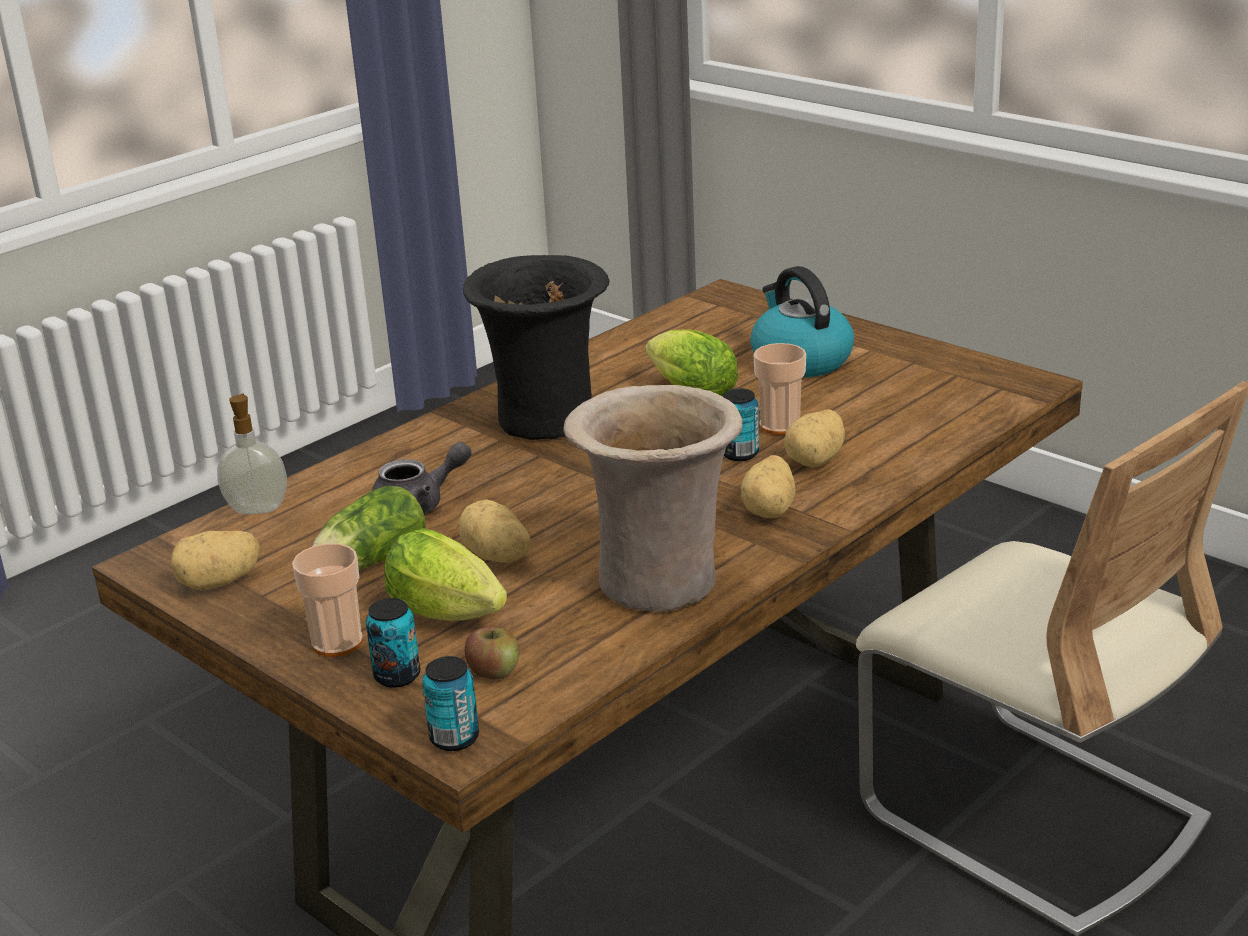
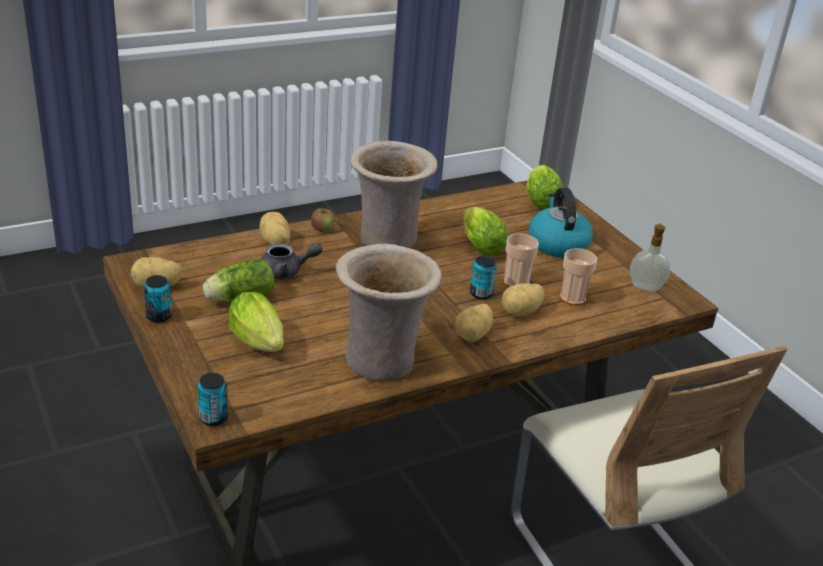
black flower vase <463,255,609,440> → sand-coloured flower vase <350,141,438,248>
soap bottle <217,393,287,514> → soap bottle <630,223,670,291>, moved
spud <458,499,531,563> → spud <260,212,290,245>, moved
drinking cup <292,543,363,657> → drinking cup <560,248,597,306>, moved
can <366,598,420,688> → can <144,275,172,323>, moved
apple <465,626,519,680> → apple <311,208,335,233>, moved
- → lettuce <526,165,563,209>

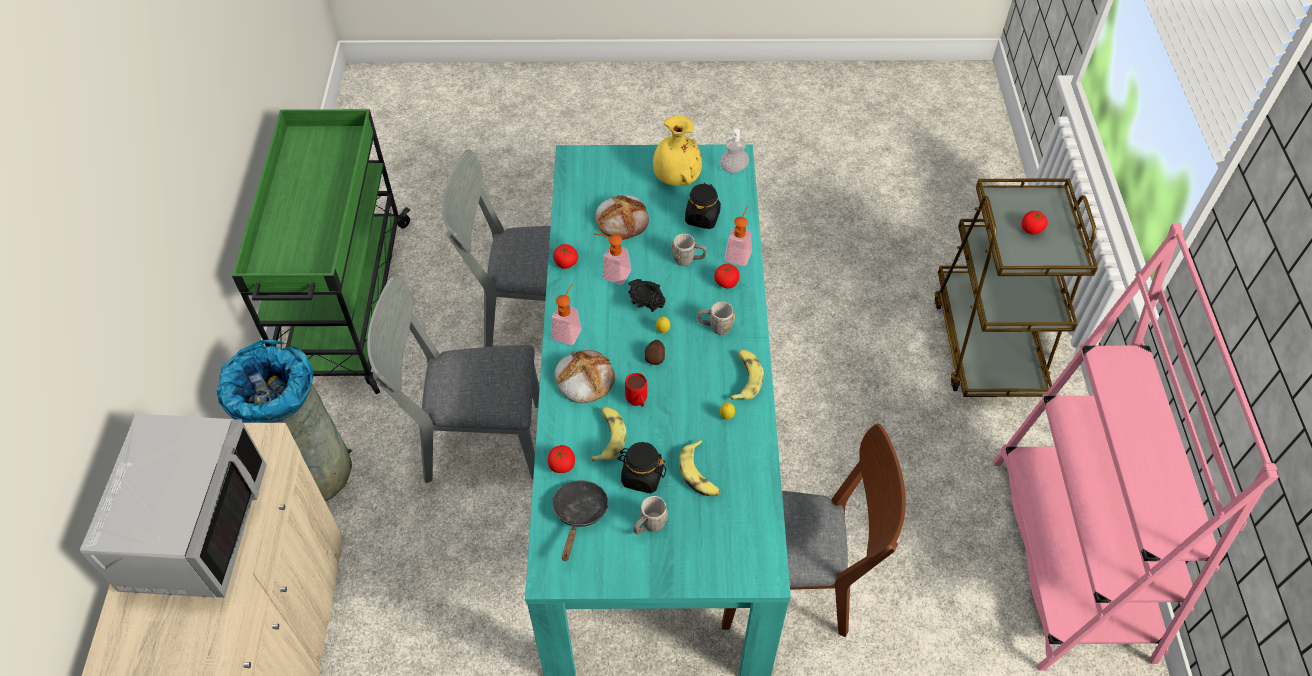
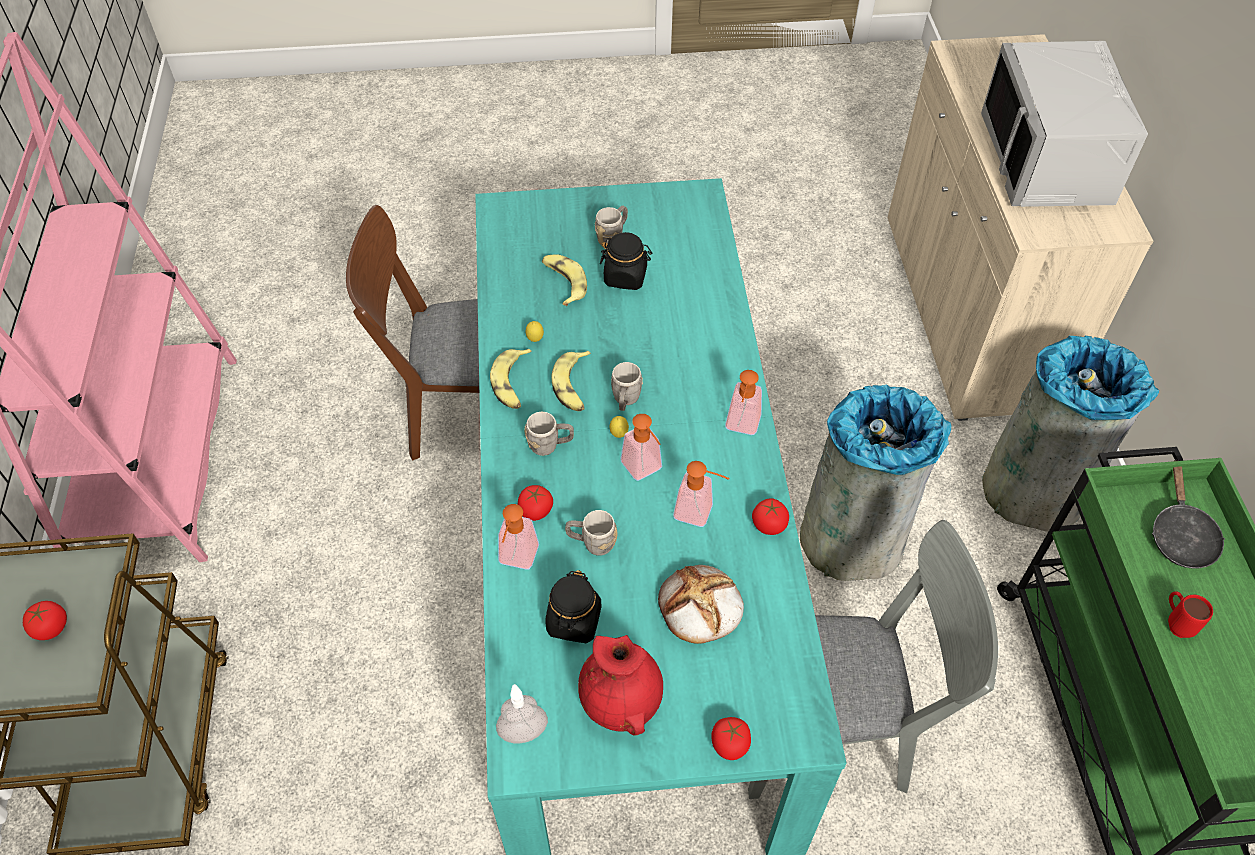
yellow-coloured flower vase <653,115,702,186> → reddish flower vase <578,635,663,736>
gray chair <367,275,540,483> → gray rubbish bin <800,384,951,581>
black bowl <628,279,665,312> → soap bottle <621,414,662,481>
spud <645,340,665,365> → gray mug <611,362,643,411>
bakery bread <554,350,615,403> → -
reddish mug <625,373,647,407> → reddish mug <1168,591,1213,638>, moved
whole banana <590,407,626,461> → whole banana <551,351,591,411>, moved
whole tomato <548,445,575,473> → whole tomato <711,717,751,760>, moved
black skillet <552,480,609,561> → black skillet <1152,459,1225,569>, moved

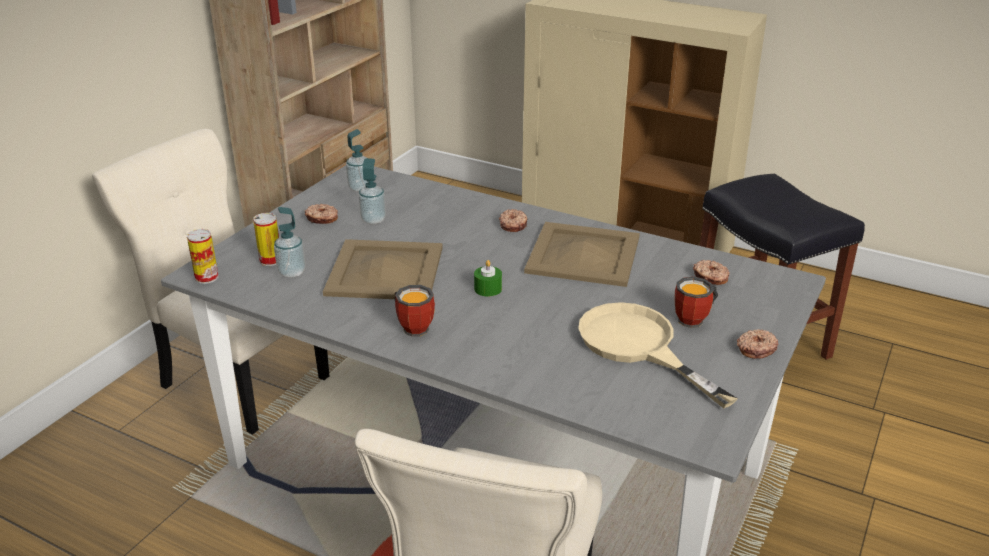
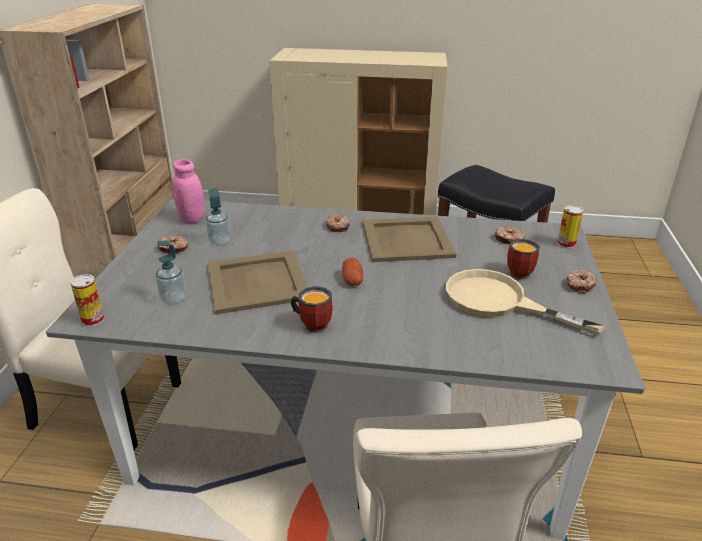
soap bottle <346,129,368,192> → pink-coloured preserve jar <173,159,204,223>
can <253,213,279,266> → can <557,205,584,248>, moved
greenish wax light <474,260,502,297> → spud <342,258,363,286>

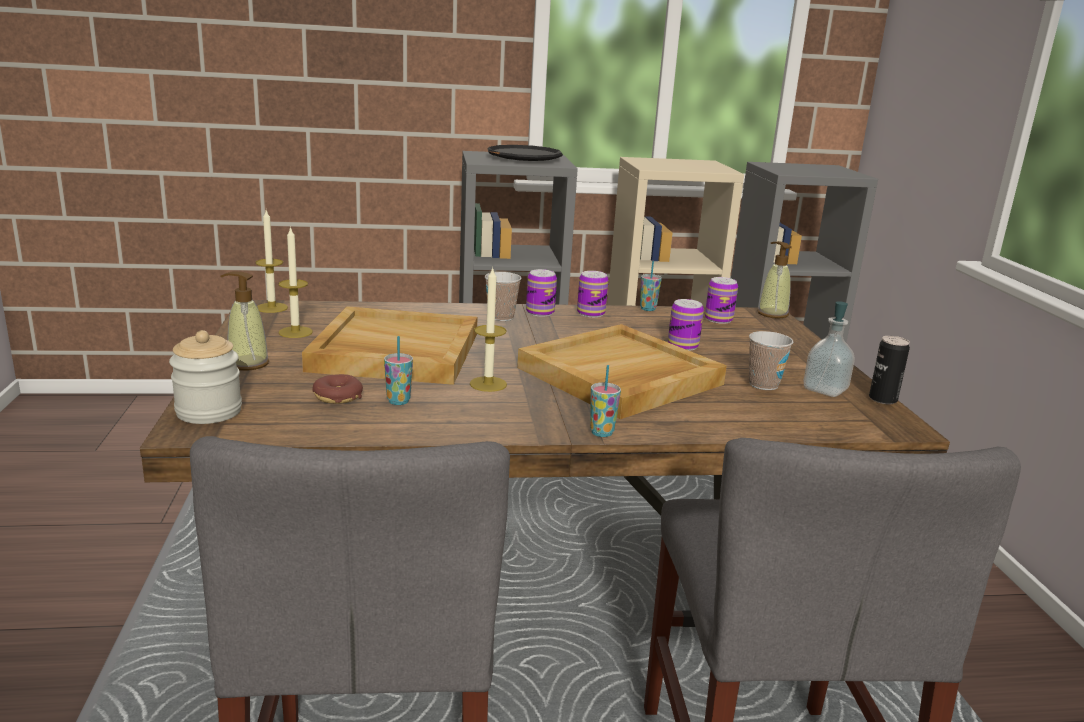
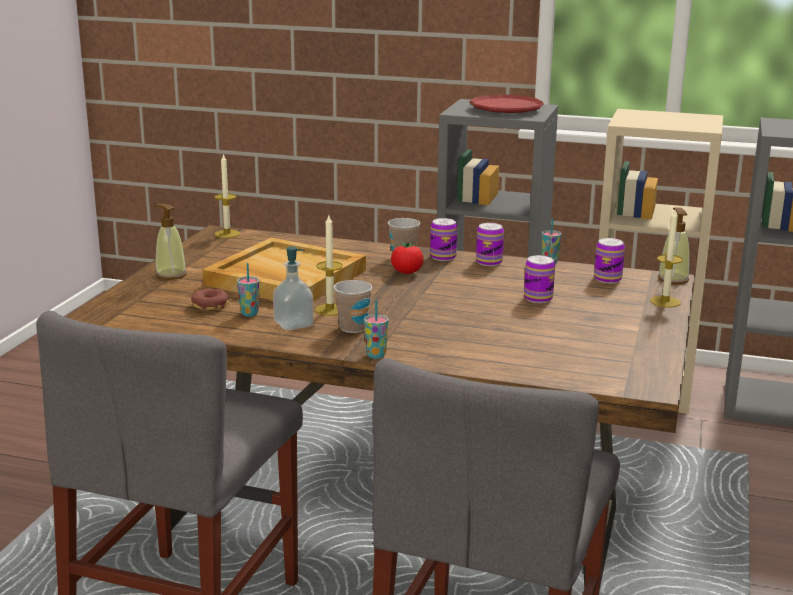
black plate <488,145,563,161> → reddish plate <469,95,544,113>
wax light <278,226,313,338> → wax light <650,210,683,308>, moved
soap bottle <803,301,855,397> → soap bottle <273,247,314,331>, moved
sand-coloured carrying tray <517,324,727,419> → -
preserve jar <169,330,242,424> → -
drinking cup <749,331,793,390> → drinking cup <333,280,372,333>, moved
can <869,336,910,405> → -
- → whole tomato <391,242,423,274>

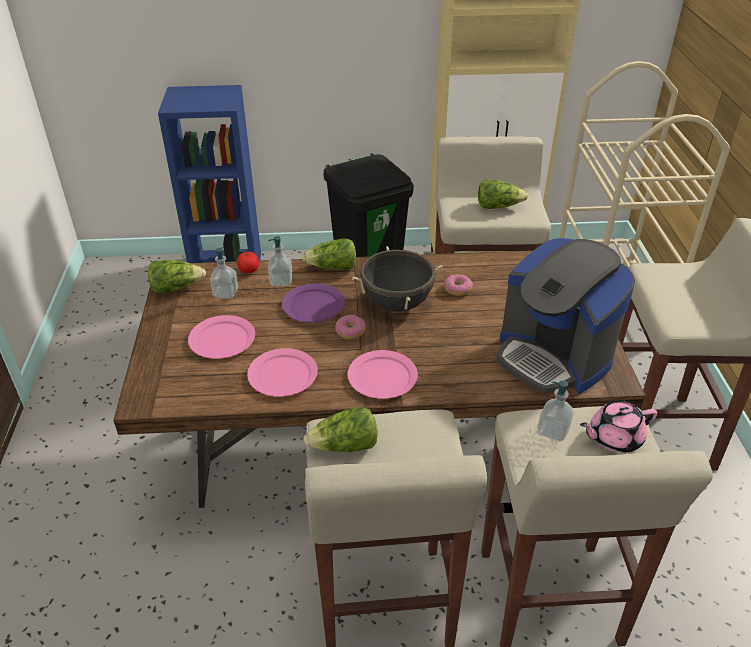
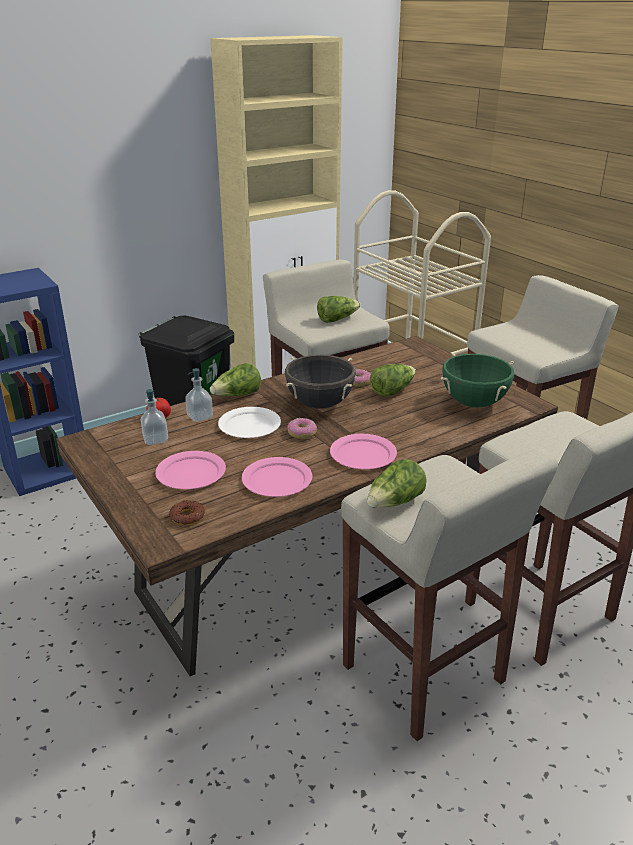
coffee brewer <497,238,635,394> → greenish cooking pot <441,353,514,408>
lettuce <148,260,206,293> → lettuce <370,364,416,397>, moved
purple-coloured plate <282,284,345,323> → whitish plate <218,407,281,438>
soap bottle <537,380,574,442> → -
pink-coloured tea pot <580,401,658,453> → -
- → donut <169,500,205,525>

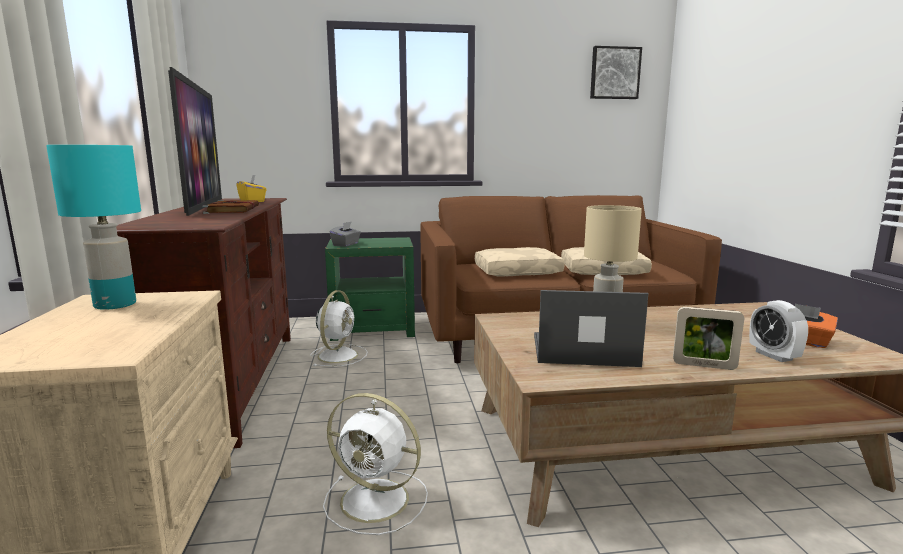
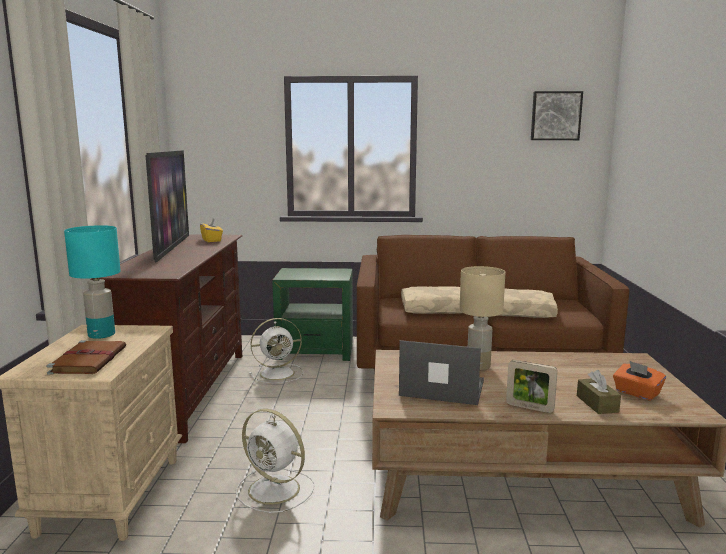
brown-coloured volume <202,200,259,214> → brown-coloured volume <46,340,126,374>, moved
gray tissue box <330,221,361,247> → -
whitish electric fan <311,290,368,366> → whitish electric fan <249,318,304,383>, 45 degrees clockwise
alarm clock <749,300,808,362> → brown-coloured tissue box <577,370,621,414>

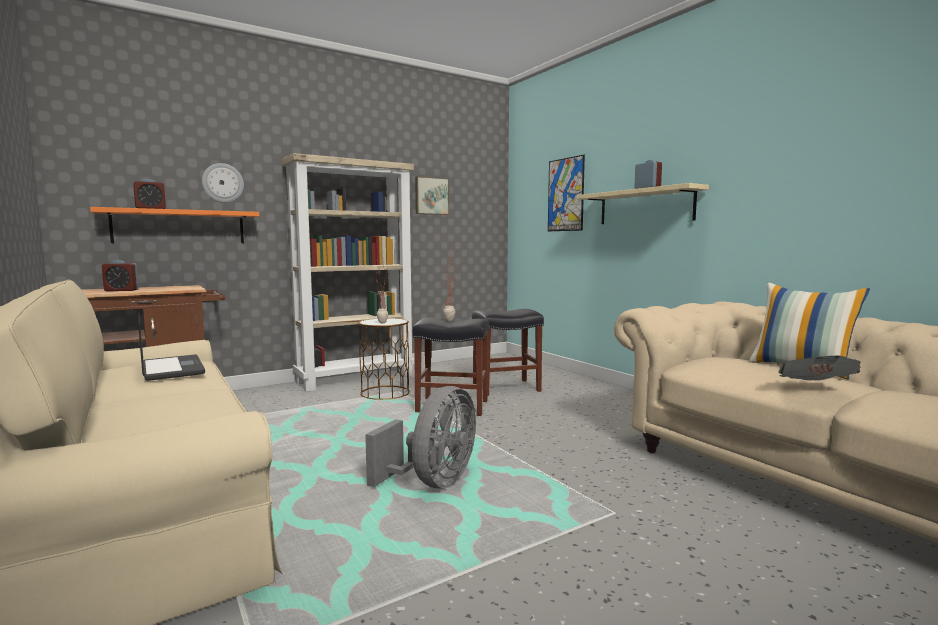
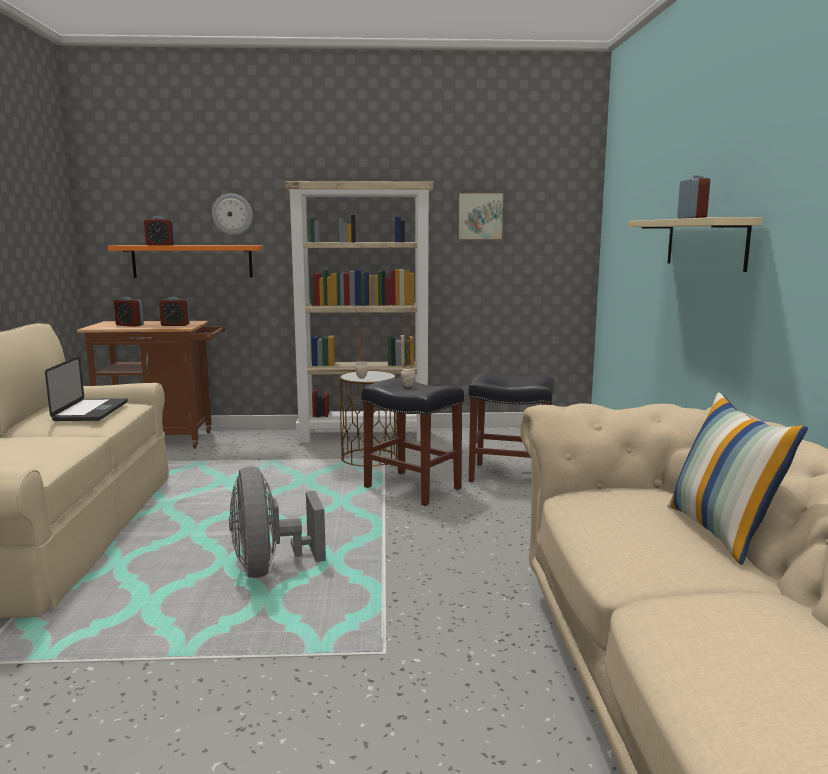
wall art <548,155,585,231> → -
printed paper <779,356,861,380> → -
gray electric fan <365,386,476,489> → gray electric fan <229,467,326,578>, 105 degrees clockwise
- → alarm clock <159,297,190,326>

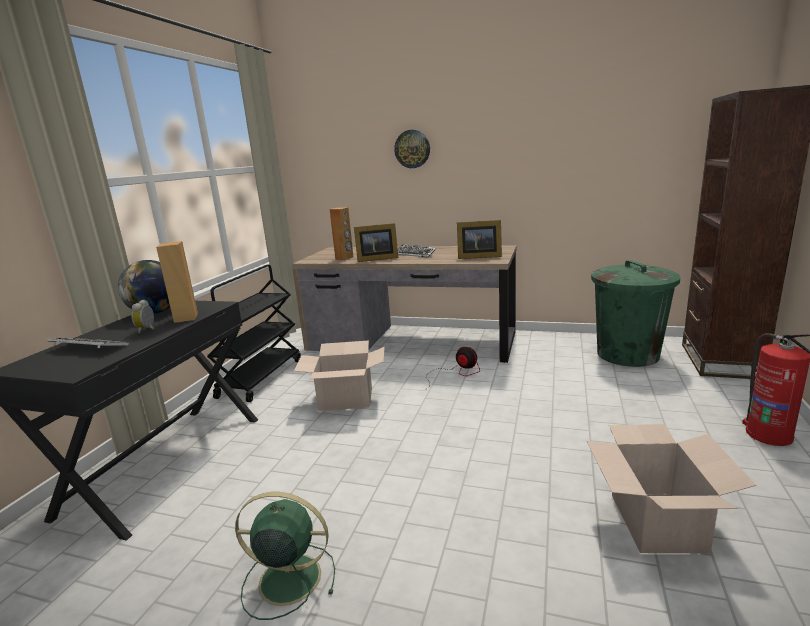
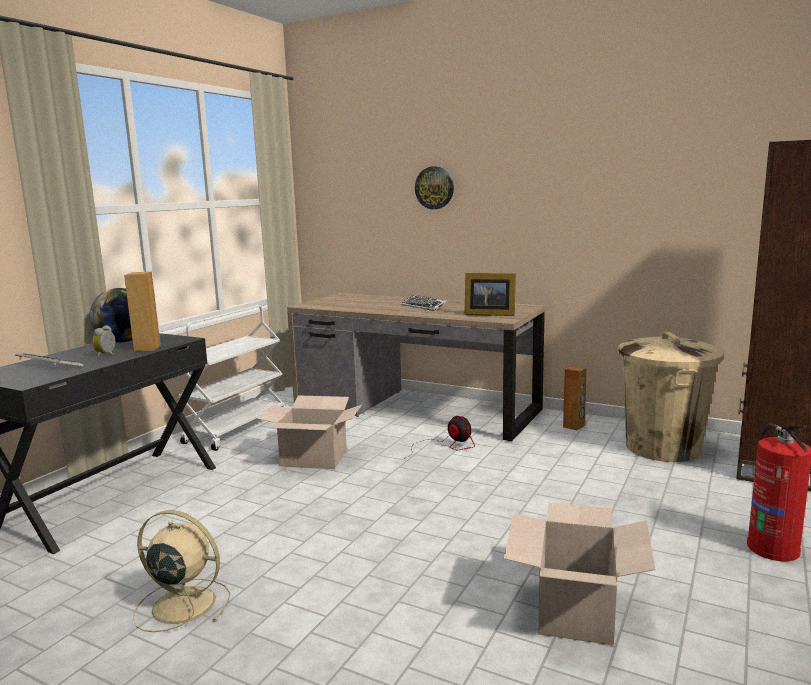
brown-coloured speaker <330,207,354,260> → brown-coloured speaker <563,365,587,431>, moved
picture frame <354,223,398,262> → -
greenish rubbish bin <591,260,681,367> → sand-coloured rubbish bin <618,332,724,462>
black cart <207,265,301,402> → whitish cart <178,305,285,451>
greenish electric fan <235,492,335,620> → sand-coloured electric fan <133,510,230,632>

